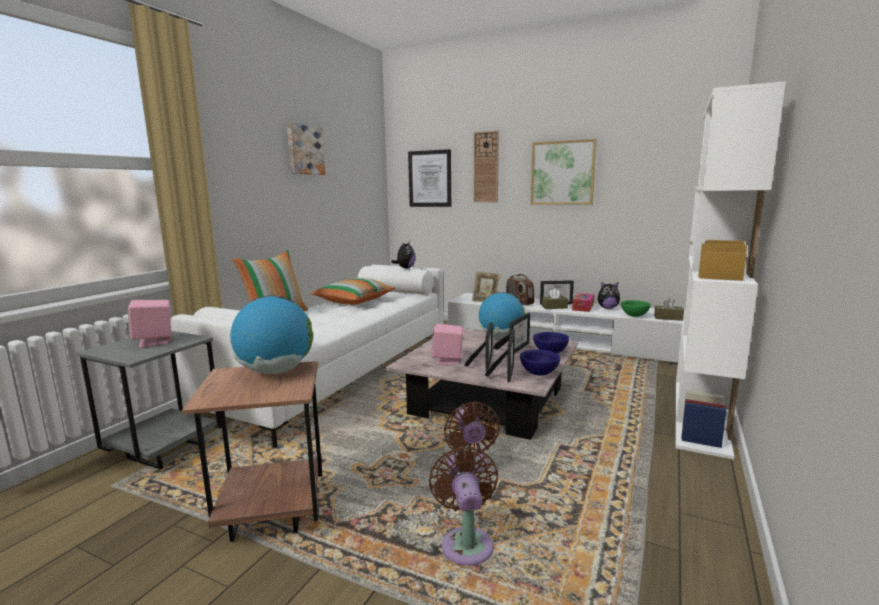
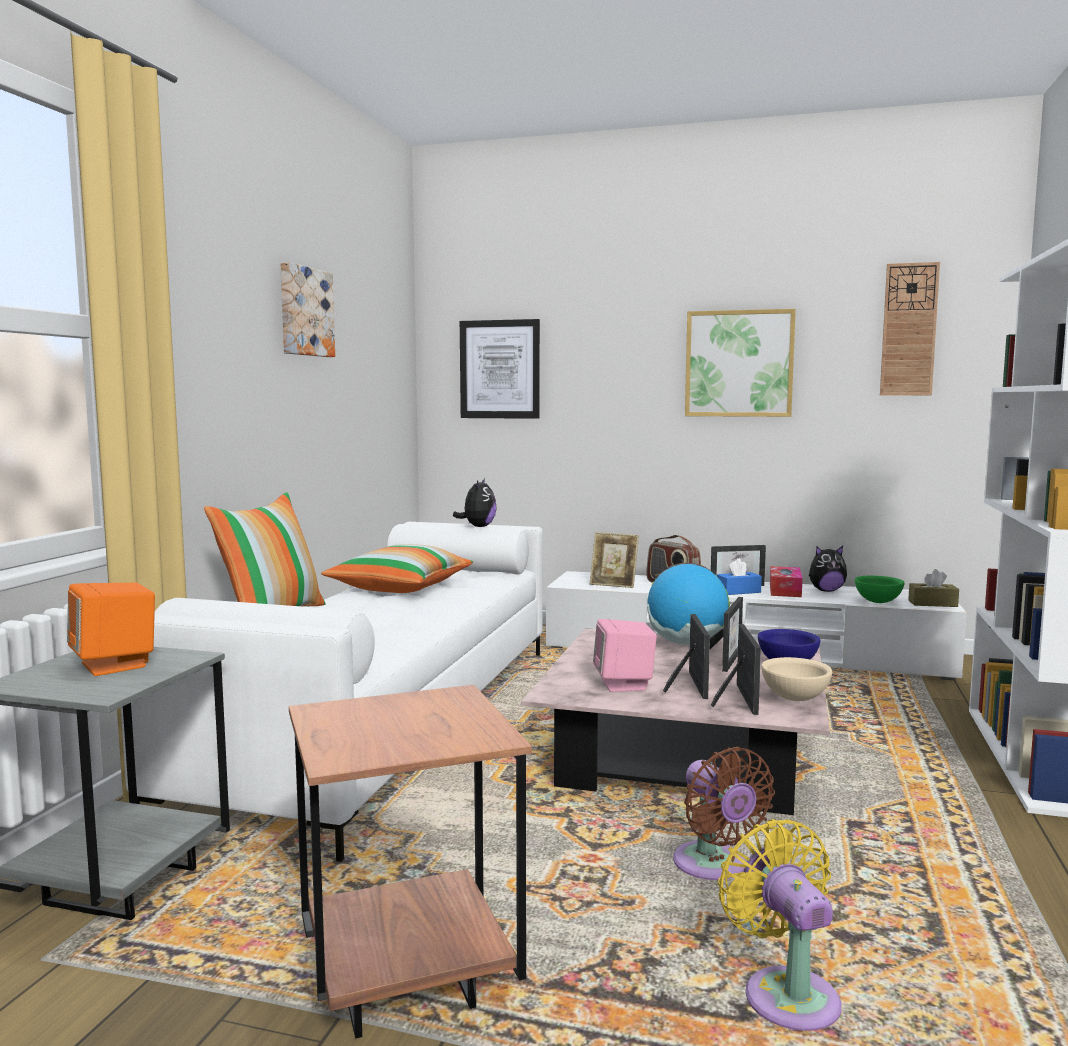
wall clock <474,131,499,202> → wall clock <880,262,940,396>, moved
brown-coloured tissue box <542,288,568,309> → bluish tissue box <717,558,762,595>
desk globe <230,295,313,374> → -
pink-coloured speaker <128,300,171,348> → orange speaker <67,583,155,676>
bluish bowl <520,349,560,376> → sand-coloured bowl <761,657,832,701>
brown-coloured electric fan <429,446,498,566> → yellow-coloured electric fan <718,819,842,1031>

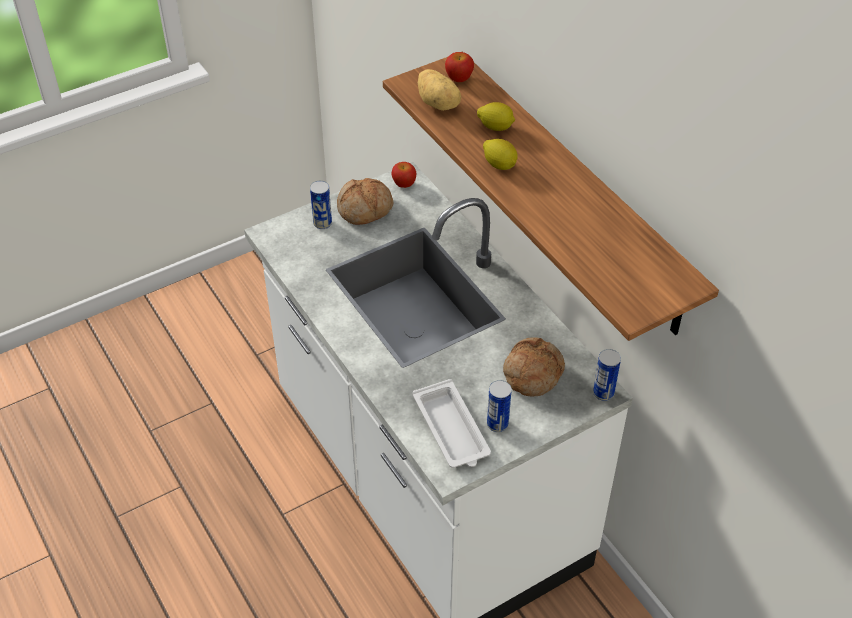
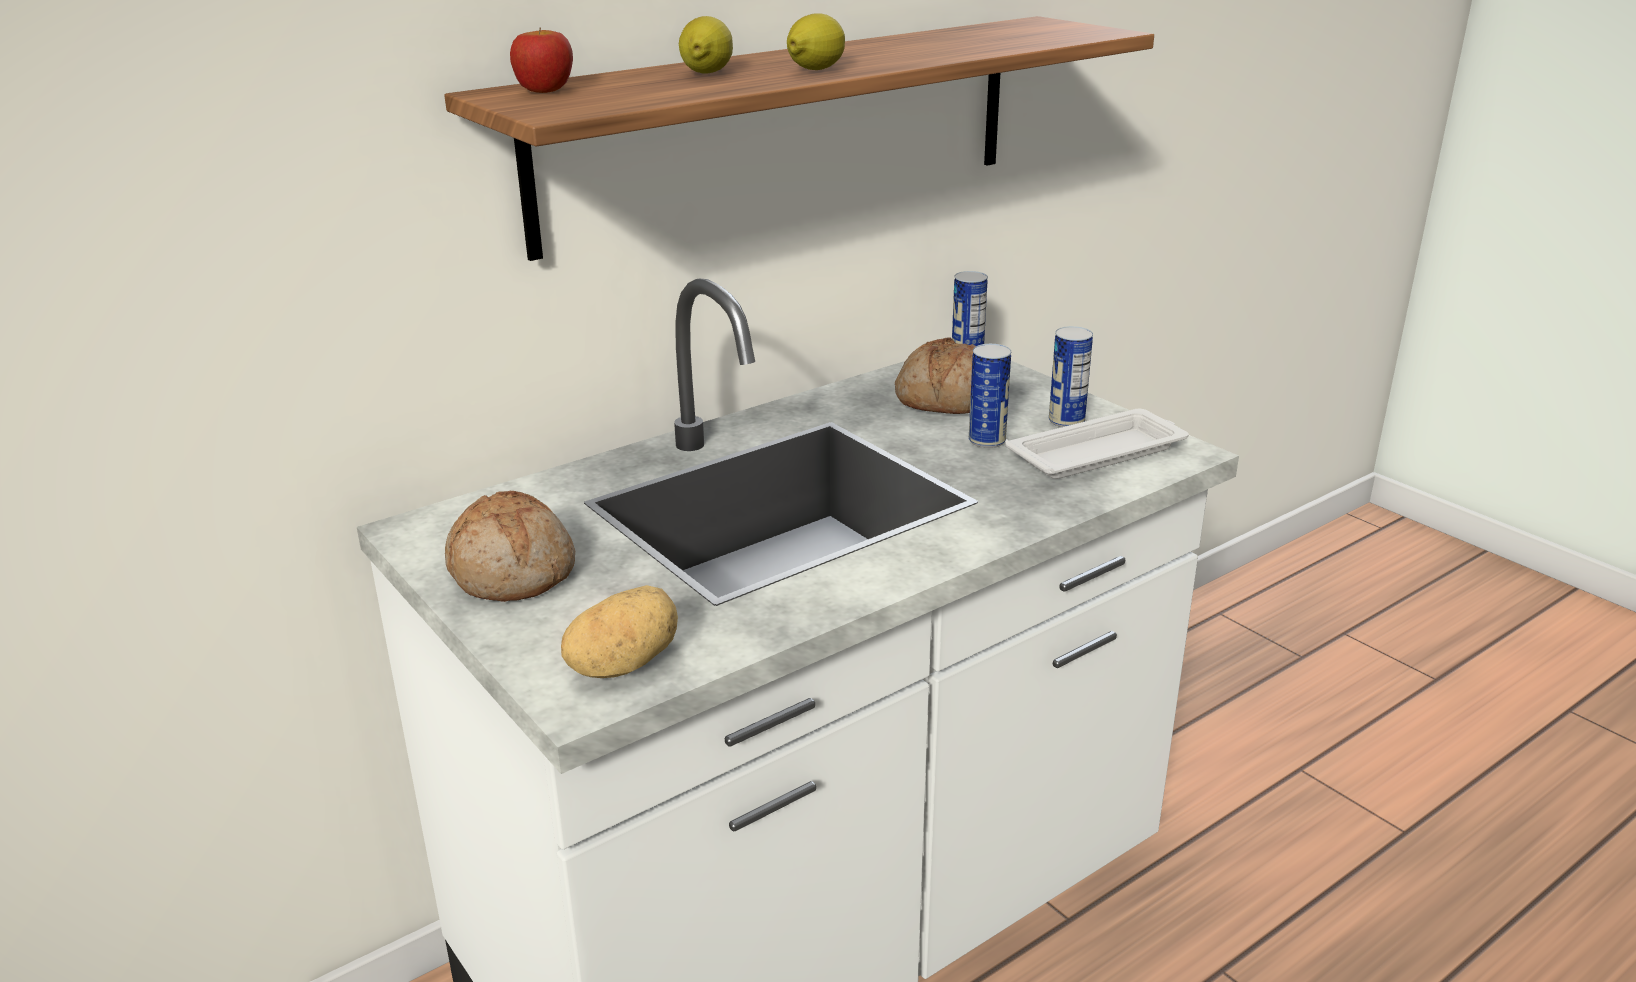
spud <418,69,461,111> → spud <561,585,678,678>, moved
apple <392,162,416,188> → -
can <310,181,332,229> → can <969,344,1011,448>, moved

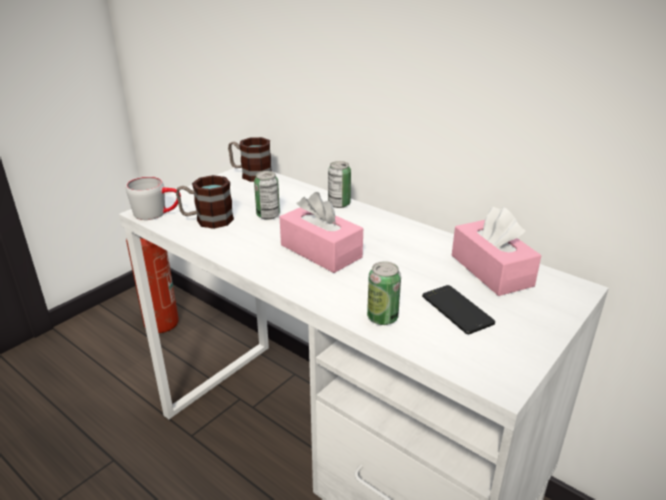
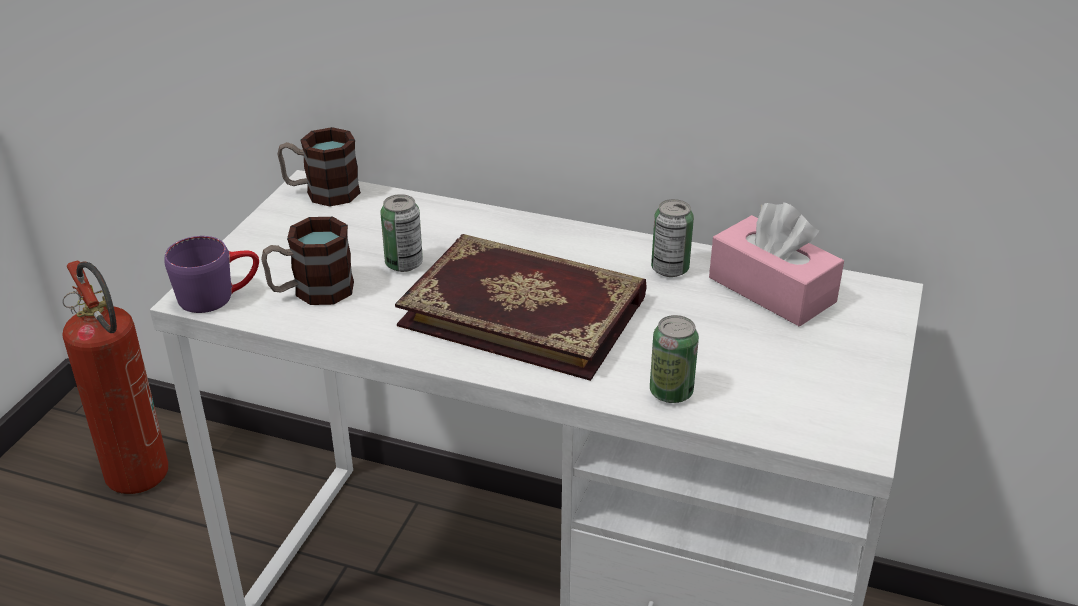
can <328,161,351,208> → can <651,199,694,277>, moved
gray mug <126,177,181,220> → purple-coloured mug <164,236,259,313>
pink-coloured tissue box <280,192,363,273> → volume <395,234,647,381>
telephone <422,285,495,334> → -

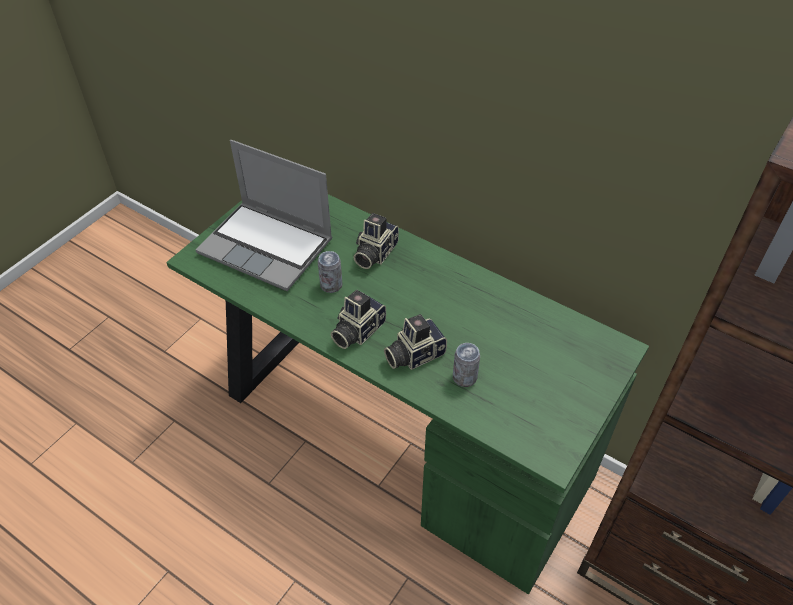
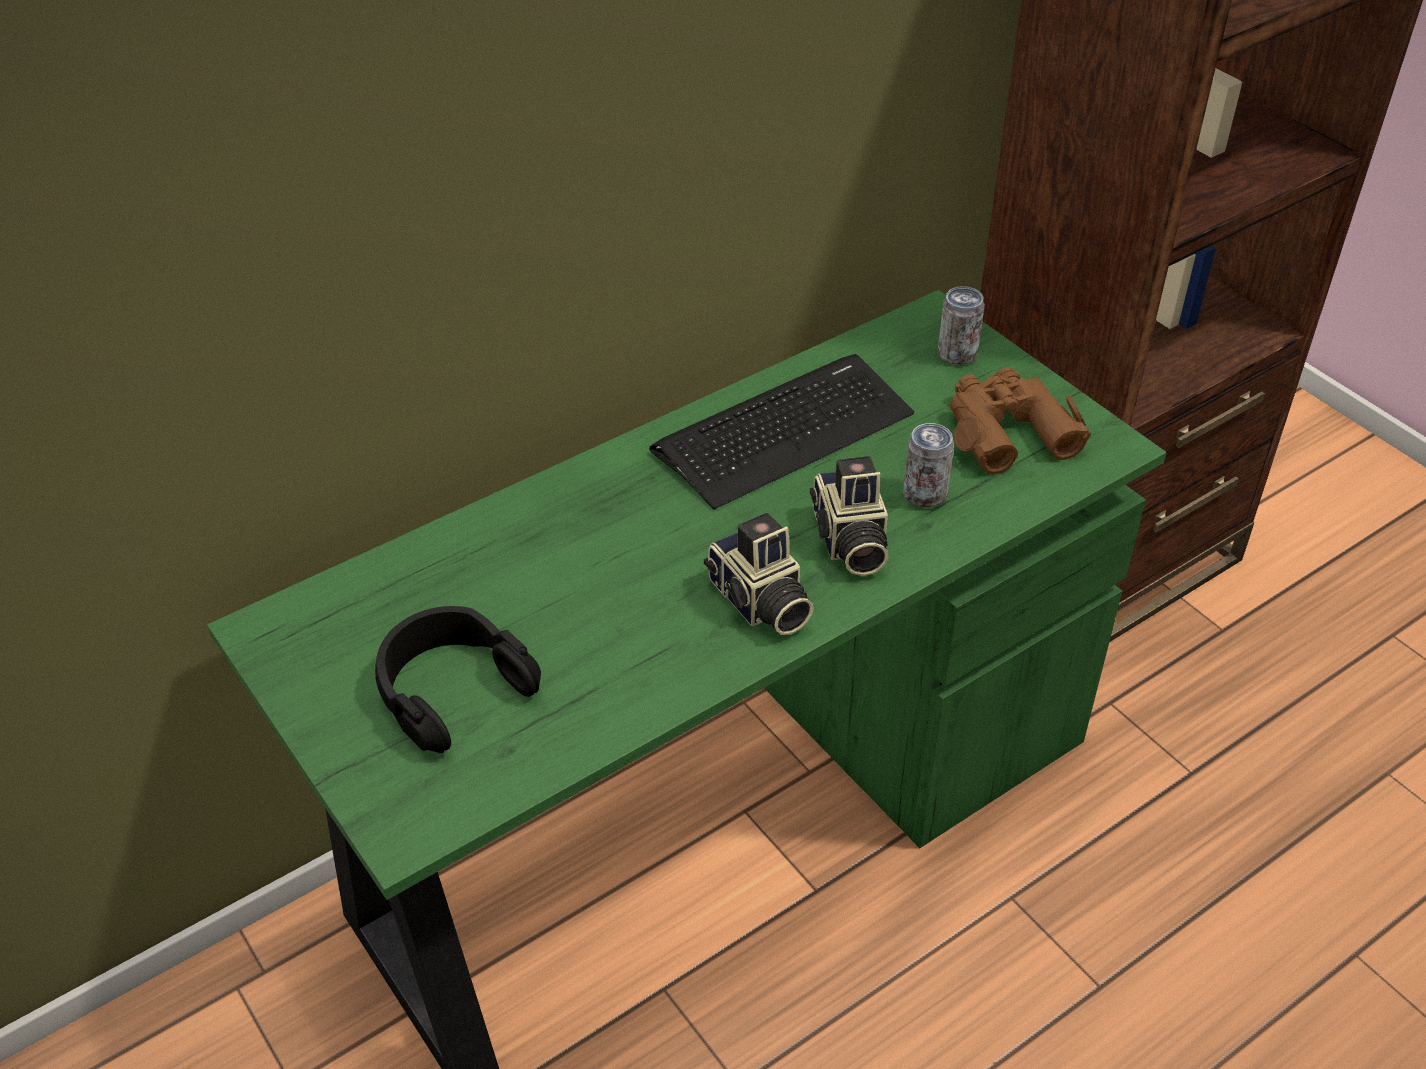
laptop <196,140,332,291> → black headphones <375,606,541,753>
photo camera <353,213,399,269> → -
can <318,251,343,293> → can <937,286,984,365>, moved
- → computer keyboard <649,354,914,510>
- → brown-coloured binoculars <950,367,1091,474>

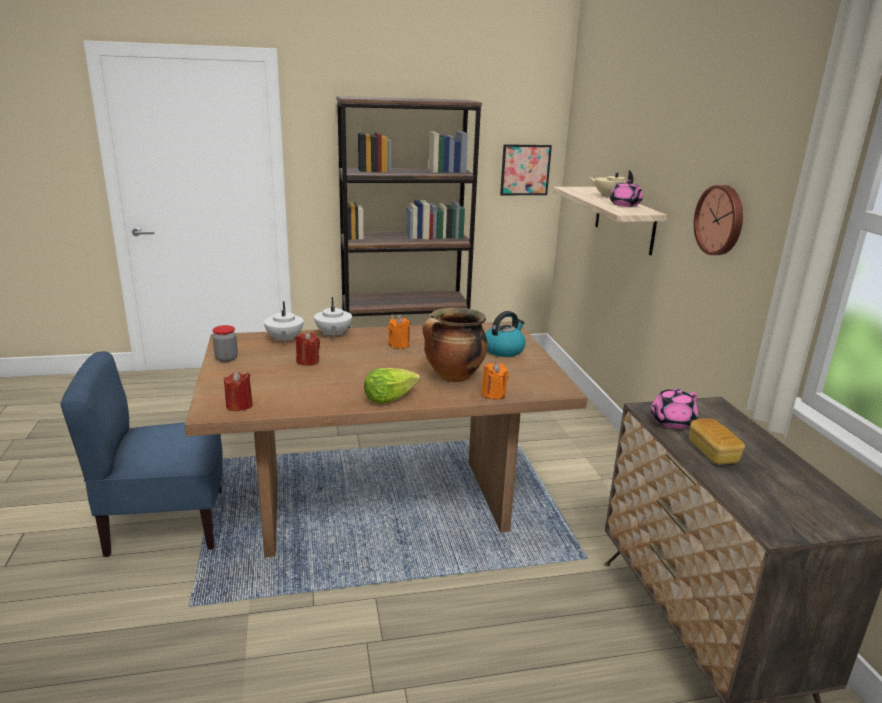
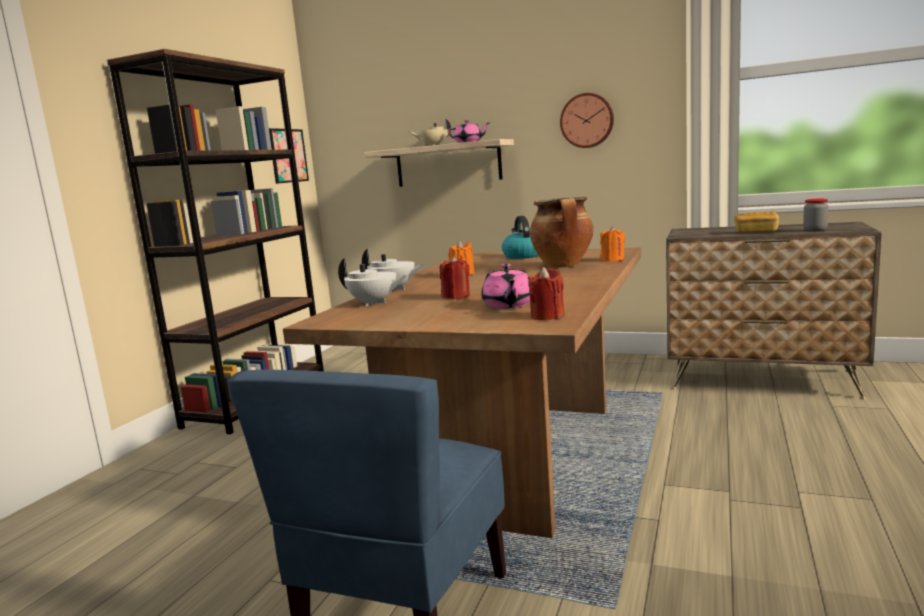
preserve jar <212,325,238,362> → preserve jar <803,198,829,232>, moved
lettuce <364,368,420,404> → -
pink-coloured tea pot <650,389,698,429> → pink-coloured tea pot <481,264,530,308>, moved

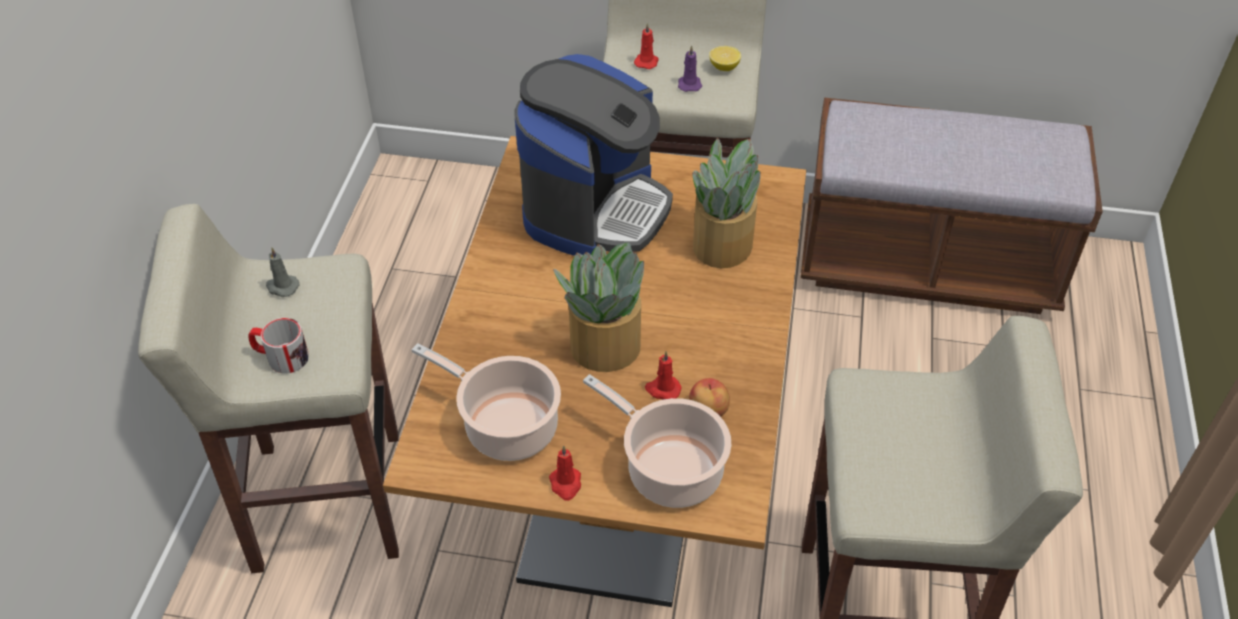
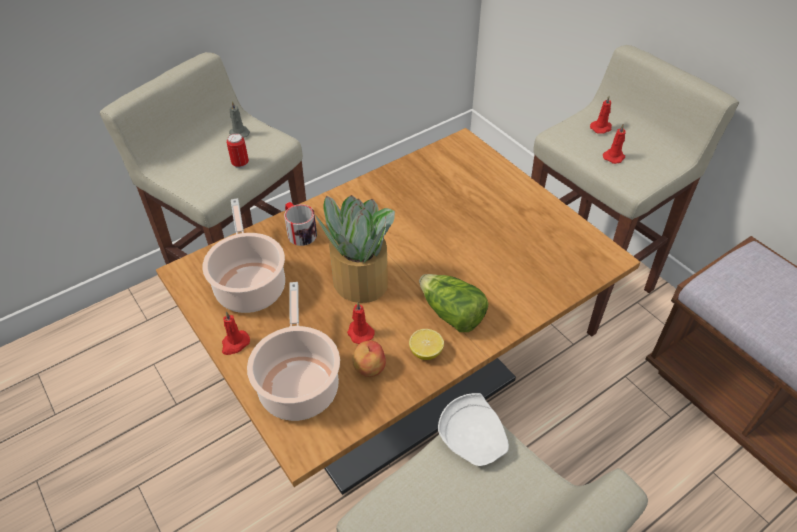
purple-coloured wax light <678,45,702,92> → reddish wax light <603,124,626,164>
whole lemon <709,46,741,71> → whole lemon <409,329,444,360>, moved
coffee brewer <514,54,673,256> → -
houseplant <692,138,761,268> → -
mug <248,318,309,374> → mug <284,202,317,246>, moved
- → can <226,133,249,169>
- → lettuce <419,274,489,332>
- → whitish plate <438,393,509,466>

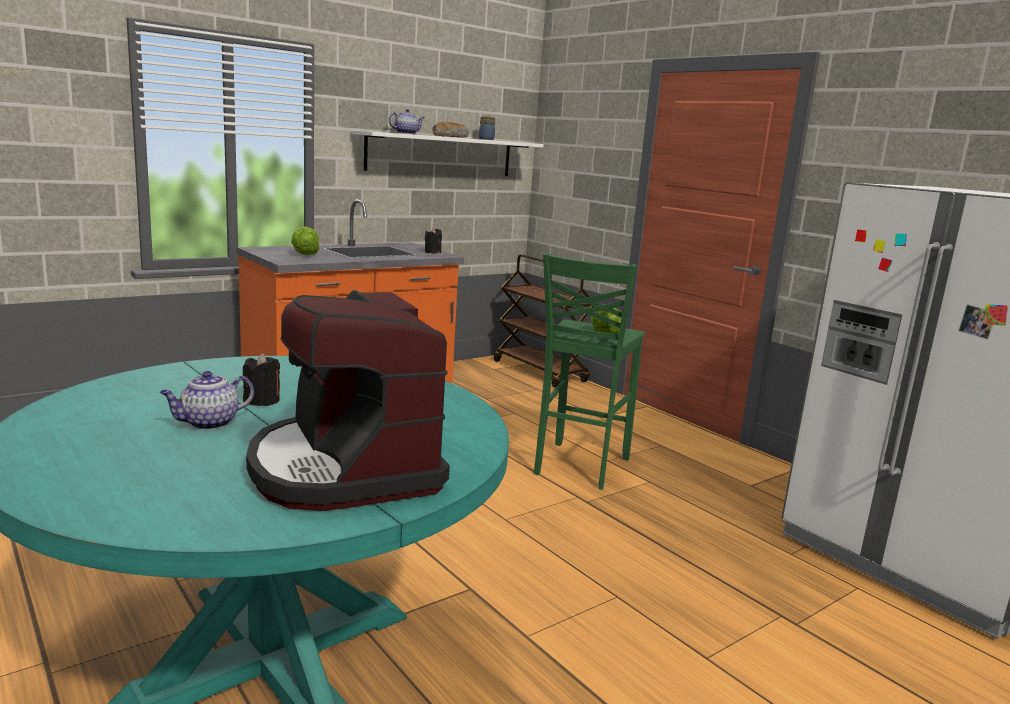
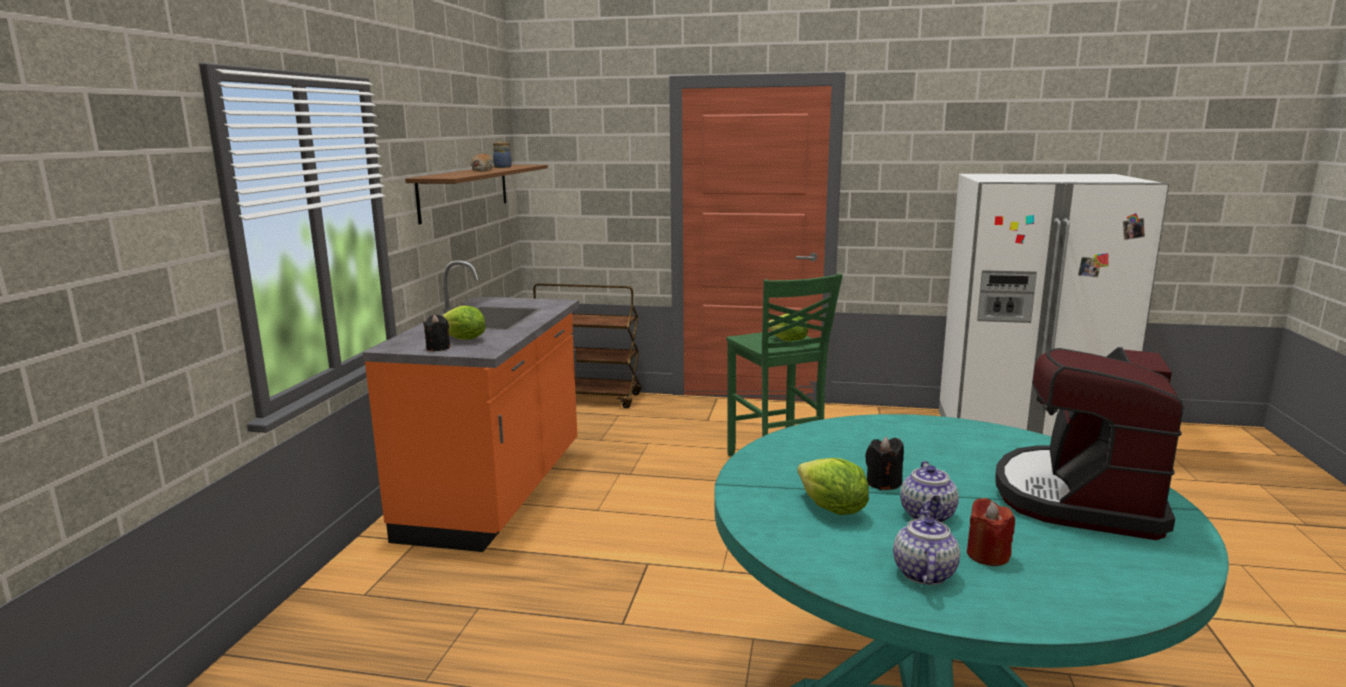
tea pot <389,109,425,134> → tea pot <893,509,960,585>, moved
whitish wall shelf <351,130,544,176> → brown-coloured wall shelf <405,165,548,224>
black wax light <425,227,442,254> → black wax light <423,315,450,351>, moved
coffee brewer <246,290,450,511> → coffee brewer <995,347,1184,540>, 90 degrees clockwise
- → lettuce <797,458,869,515>
- → reddish wax light <967,498,1015,566>

